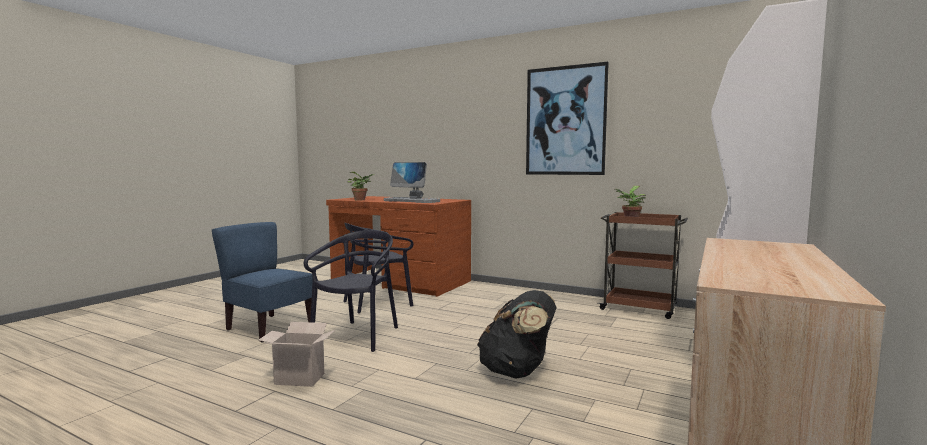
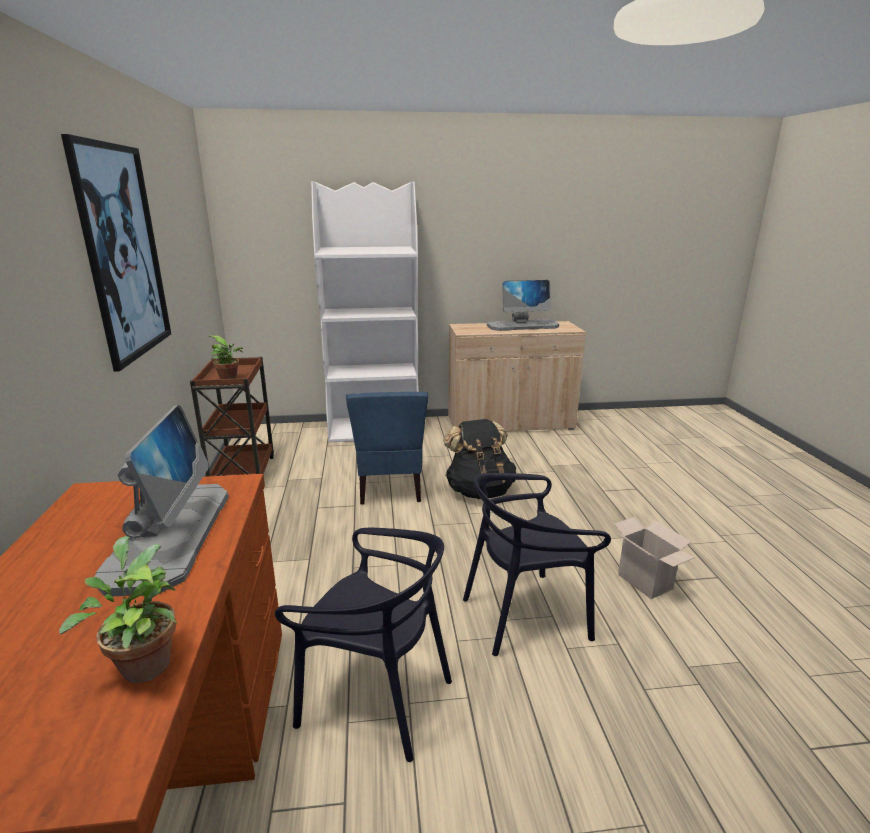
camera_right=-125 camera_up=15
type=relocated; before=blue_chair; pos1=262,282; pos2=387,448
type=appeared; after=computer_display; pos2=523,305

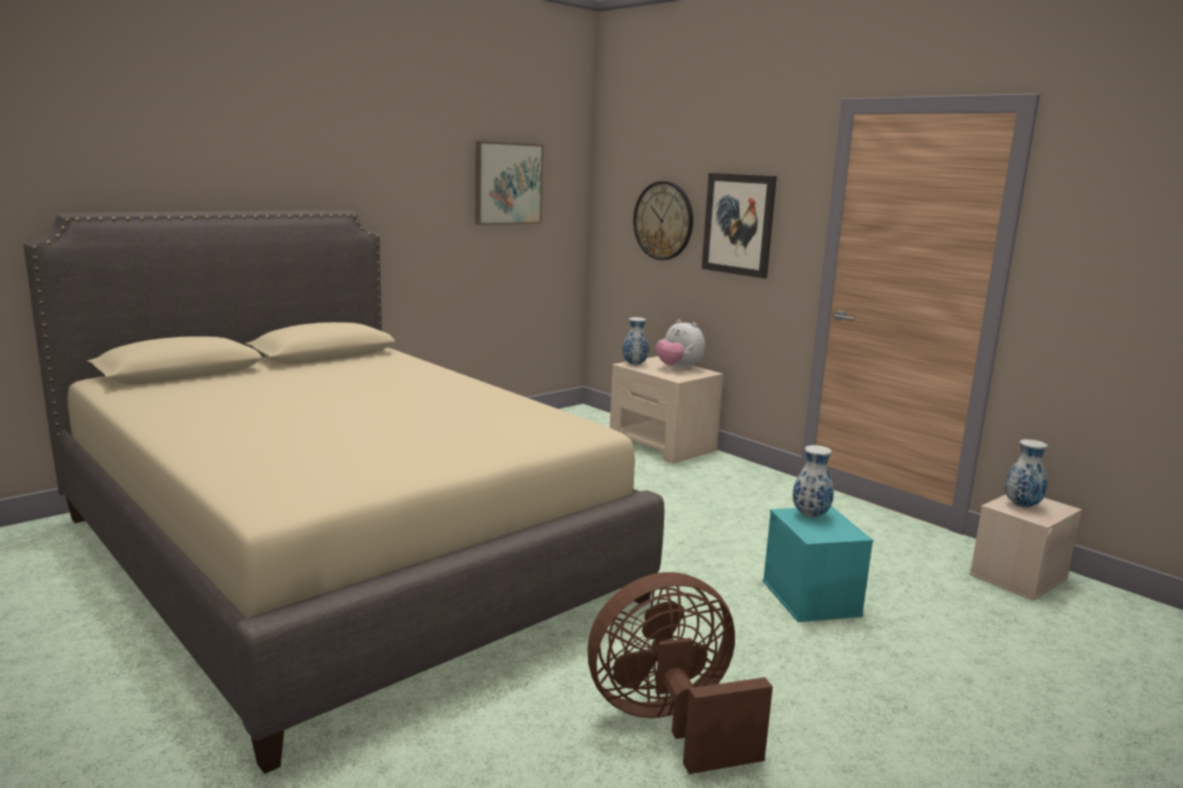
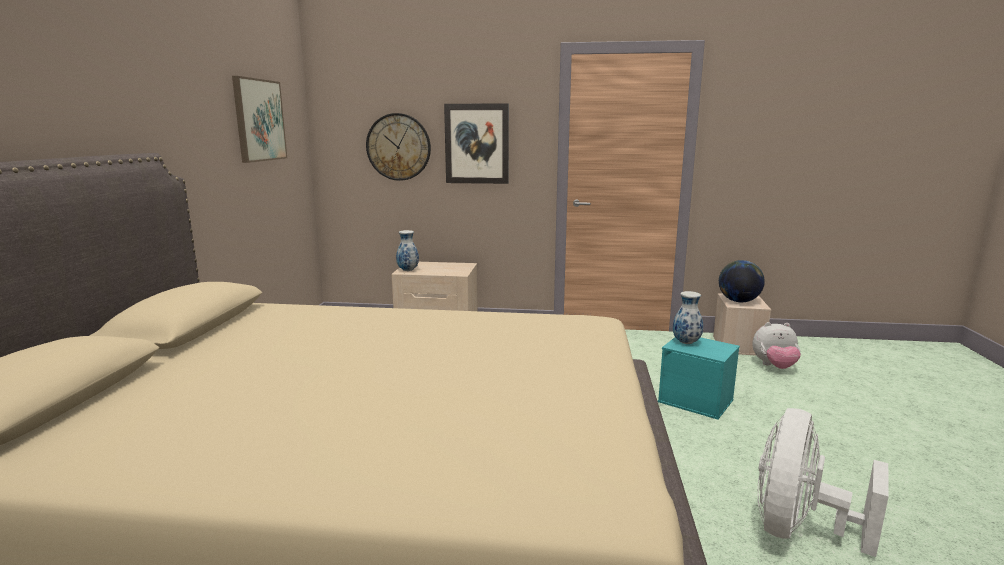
camera_right=-40 camera_up=0
type=colour; before=brown-coloured_cooling_fan; after=white-coloured_cooling_fan; pos1=680,673; pos2=823,482
type=relocated; before=plush_toy; pos1=680,344; pos2=776,345
type=exchanged; before=vase; after=globe; pos1=1026,473; pos2=742,281

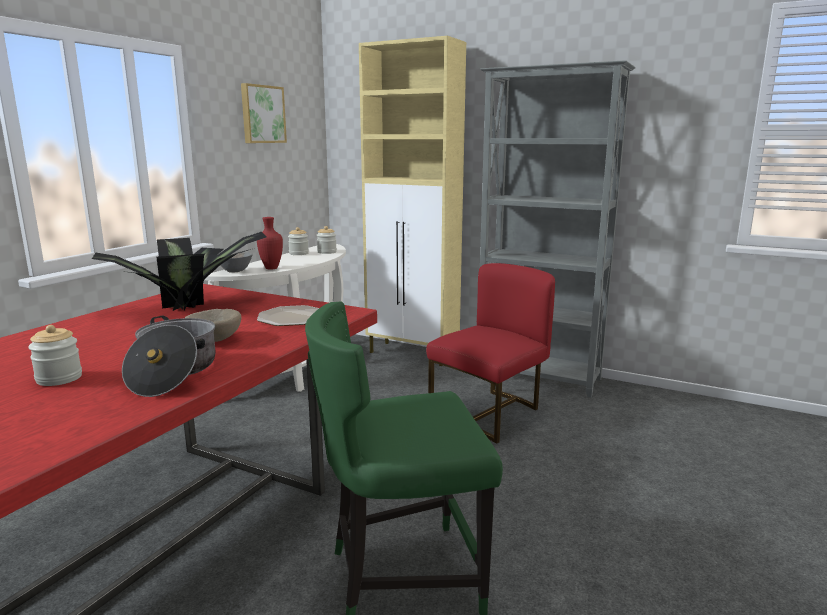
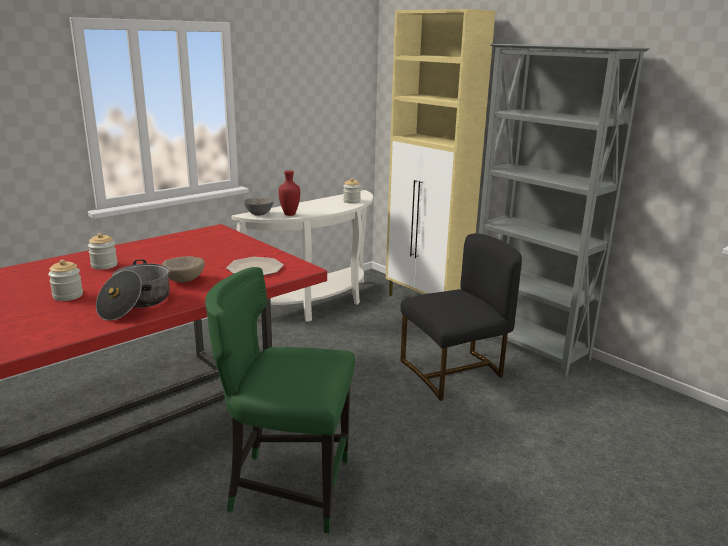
camera_right=20 camera_up=5
type=missing; before=plant_in_a_pot; pos1=179,271
type=missing; before=wall_art; pos1=264,113
type=relocated; before=preserve_jar; pos1=298,241; pos2=103,251
type=colour; before=reddish_chair; after=black-coloured_chair; pos1=490,353; pos2=461,317

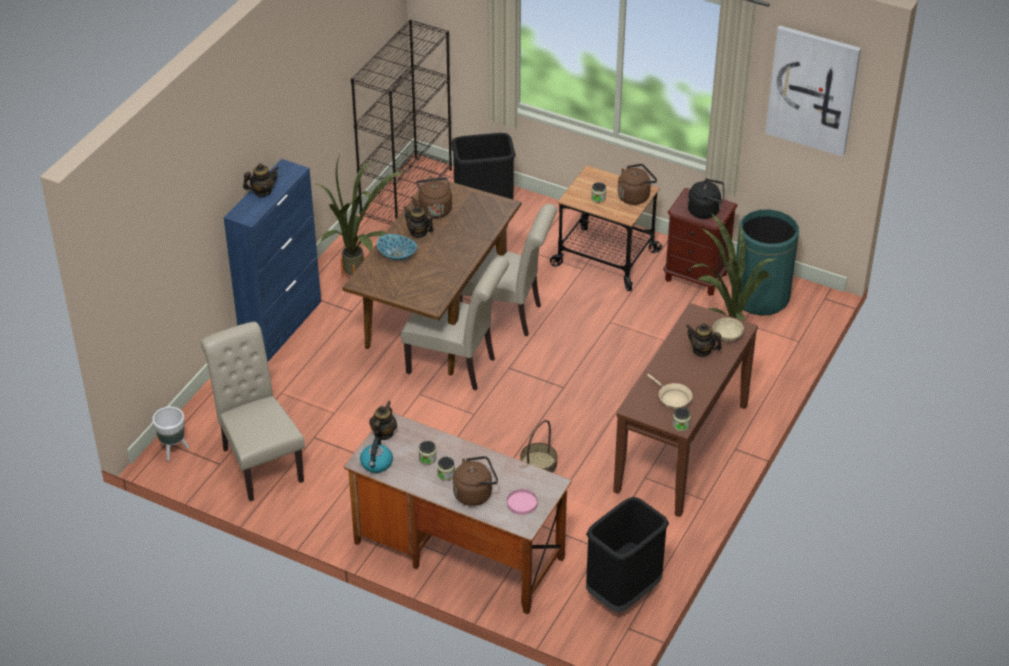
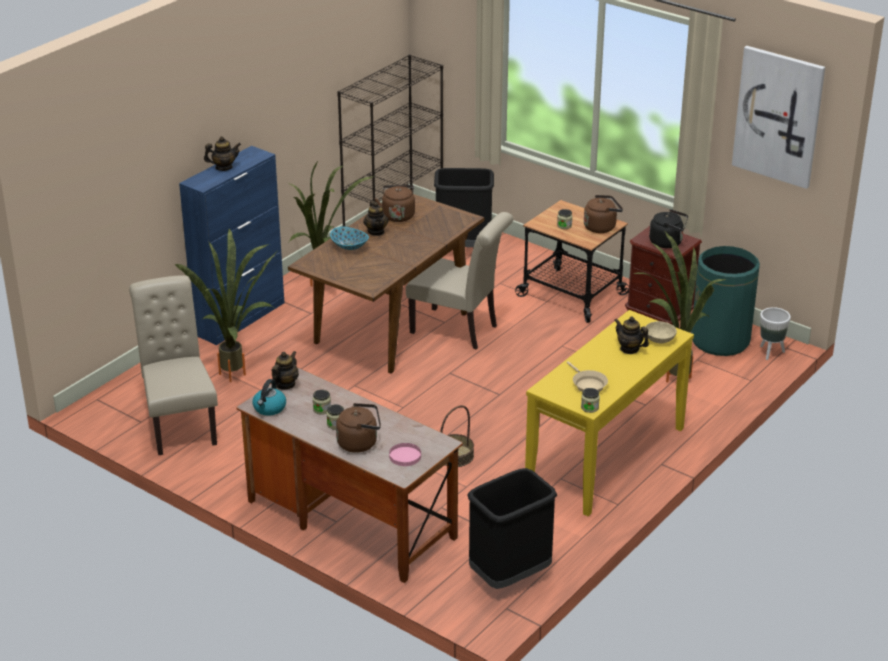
camera_right=10 camera_up=-10
type=relocated; before=white-coloured_planter; pos1=170,434; pos2=775,333
type=missing; before=beige-coloured_chair; pos1=455,324
type=spun; before=pot_for_tea; pos1=419,222; pos2=375,218; turn=-150
type=colour; before=brown-coloured_console_table; after=yellowish_console_table; pos1=685,410; pos2=609,413
type=appeared; after=plant_in_a_pot; pos2=225,305

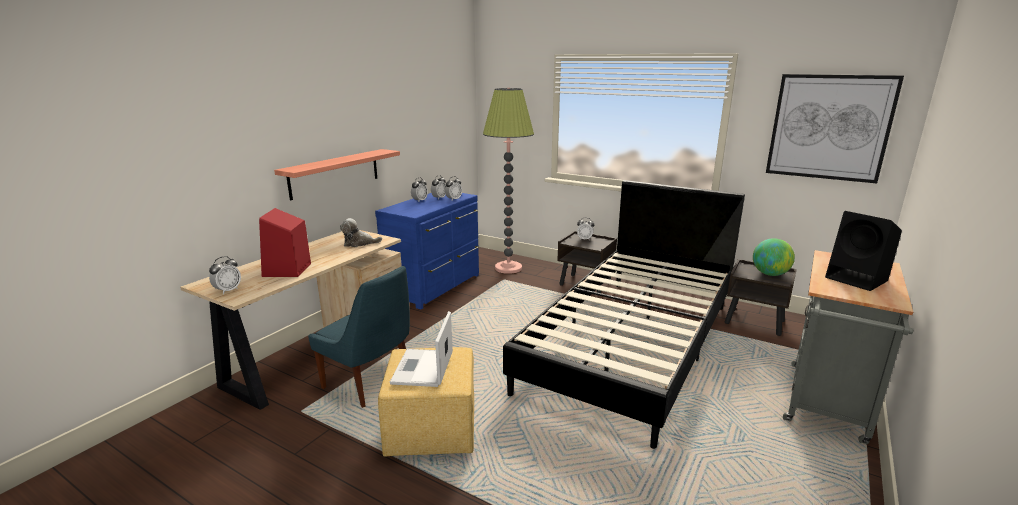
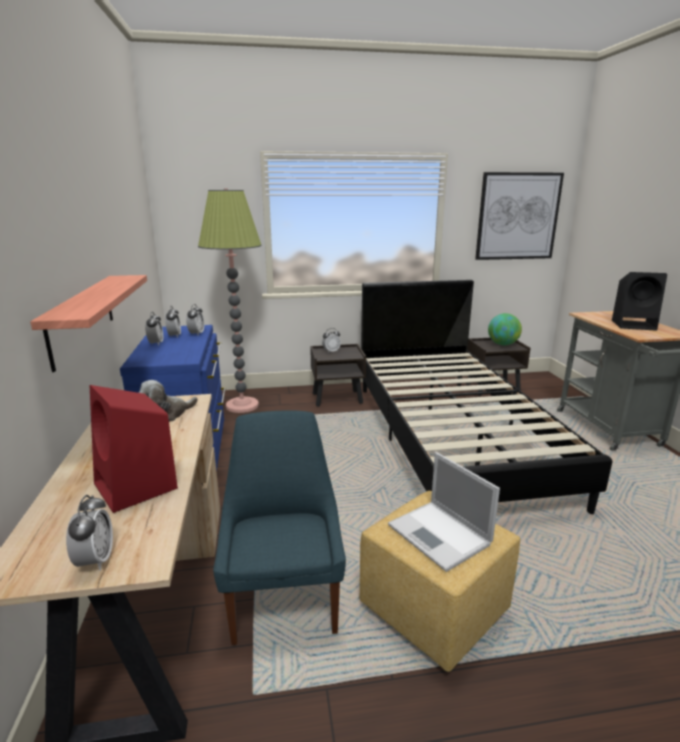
camera_right=-40 camera_up=0
type=spun; before=blue_chair; pos1=359,337; pos2=279,527; turn=-90

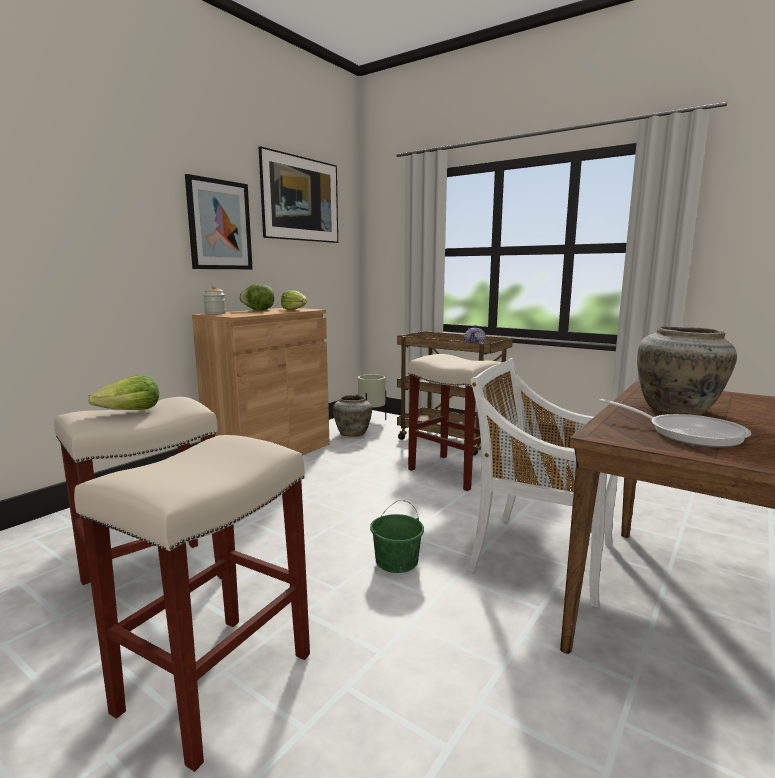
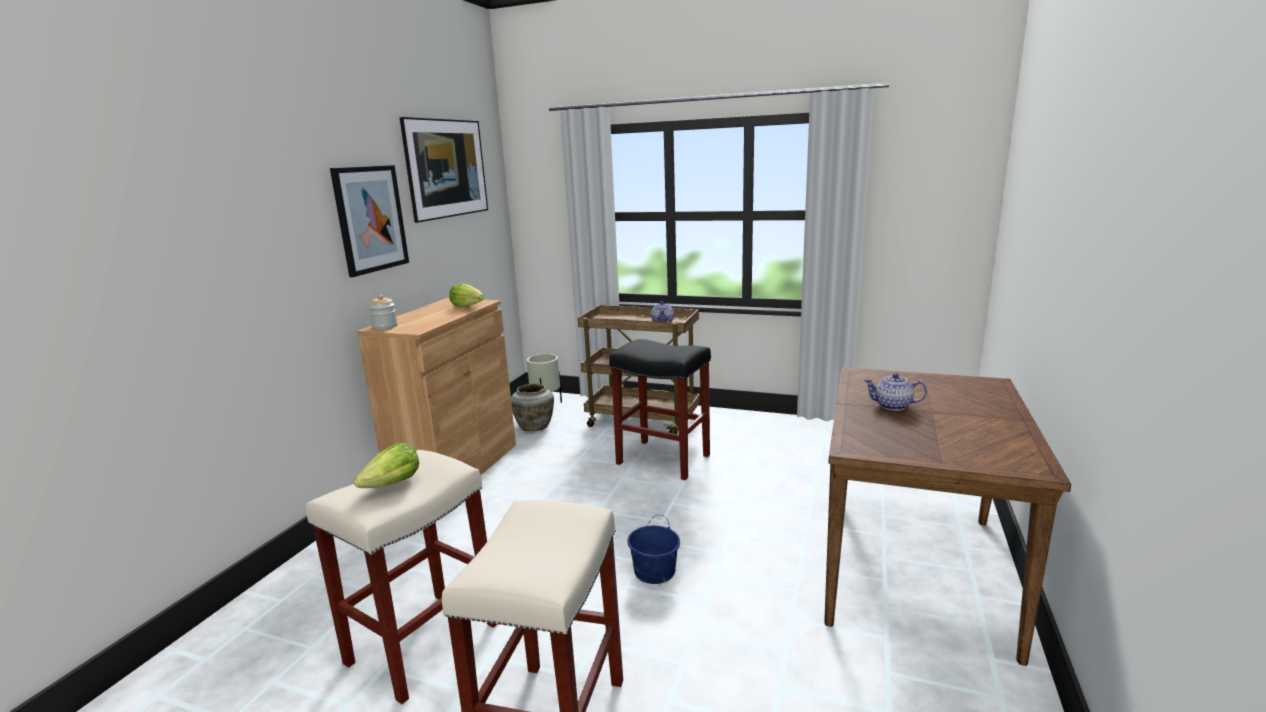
camera_right=-15 camera_up=5
type=missing; before=lettuce; pos1=256,297
type=colour; before=greenish_bucket; after=blue_bucket; pos1=397,536; pos2=653,549
type=colour; before=beige-coloured_sitting_stool; after=black-coloured_sitting_stool; pos1=455,422; pos2=660,409
type=missing; before=white-coloured_chair; pos1=542,483
type=missing; before=frying_pan; pos1=675,423
type=exchanged; before=beige-coloured_vase; after=pot_for_tea; pos1=687,371; pos2=895,392

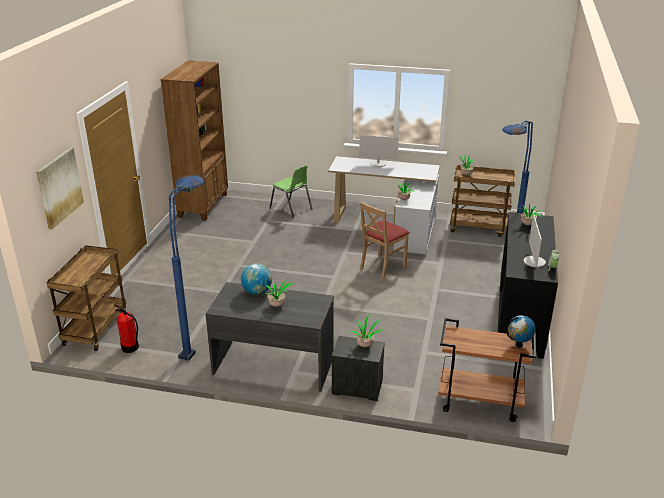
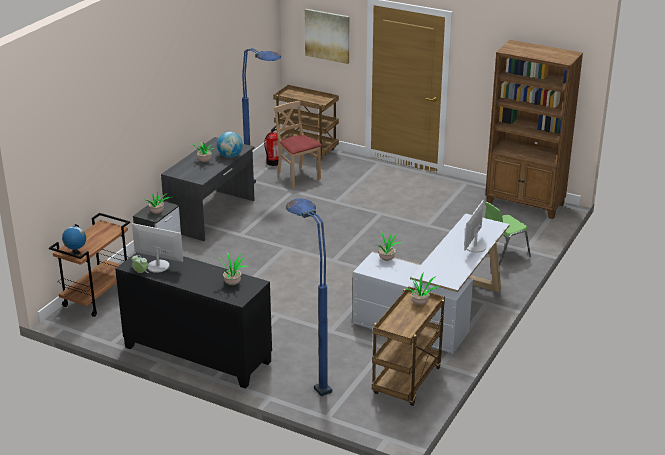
camera_right=105 camera_up=0
type=relocated; before=beige-coloured_chair; pos1=385,241; pos2=298,144

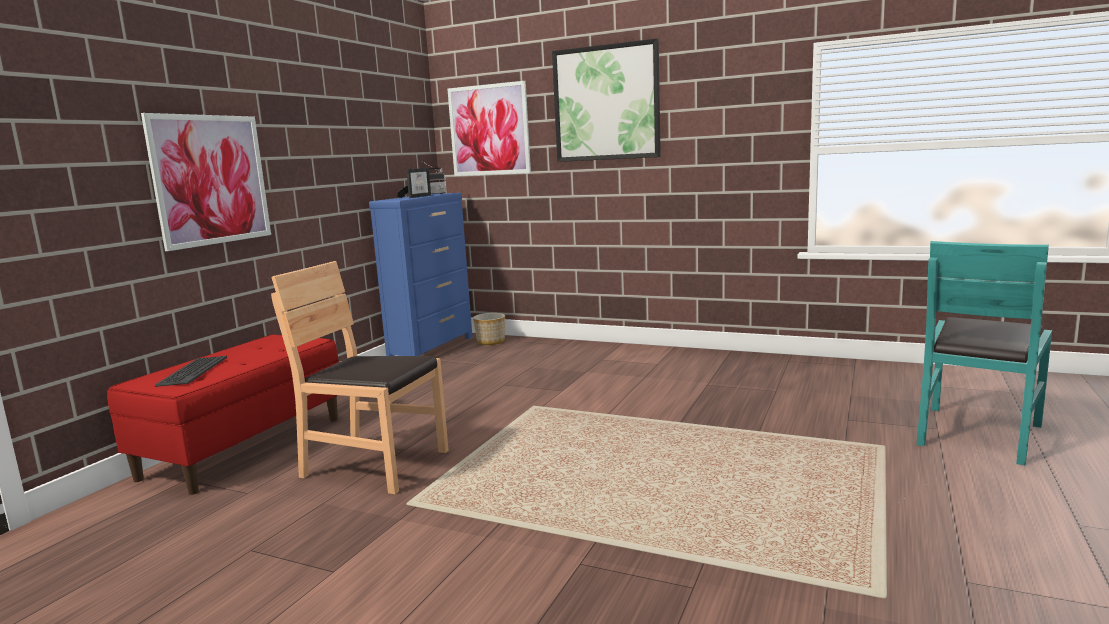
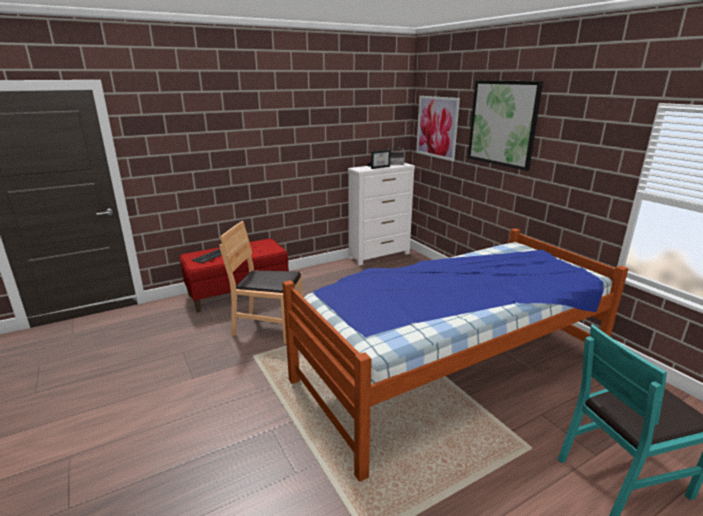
camera_right=35 camera_up=10
type=missing; before=wall_art; pos1=206,182
type=spun; before=brown-coloured_chair; pos1=360,377; pos2=261,282; turn=-45
type=colour; before=blue_dresser; after=white-coloured_dresser; pos1=420,274; pos2=381,214
type=missing; before=planter; pos1=489,329
type=appeared; after=sleeping_bed; pos2=455,355

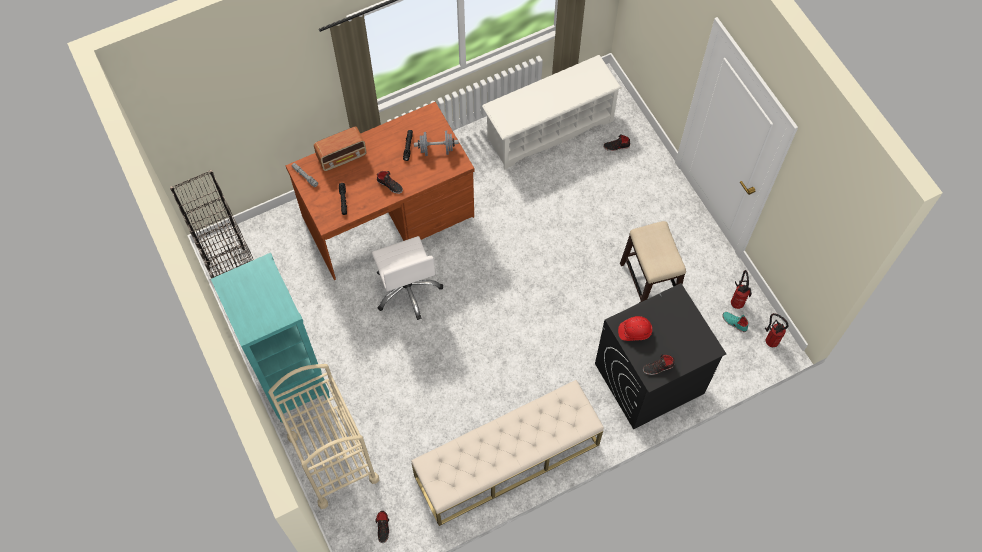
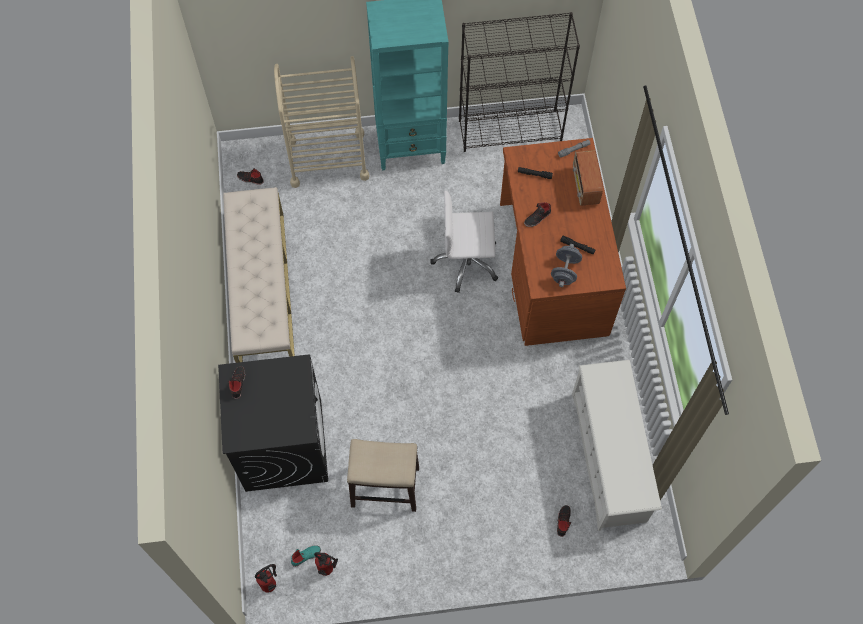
camera_right=110 camera_up=0
type=missing; before=reddish_work_helmet; pos1=635,328

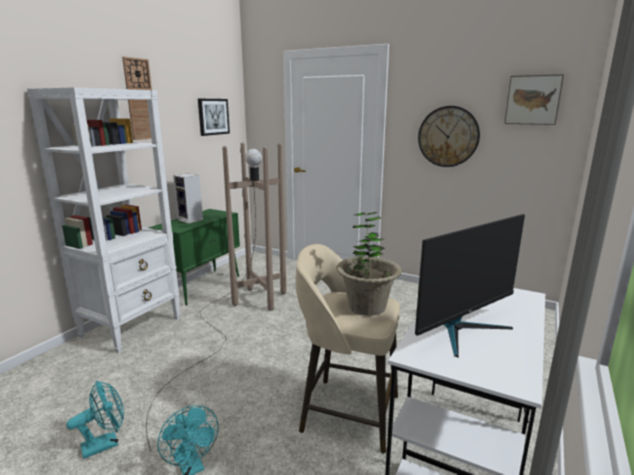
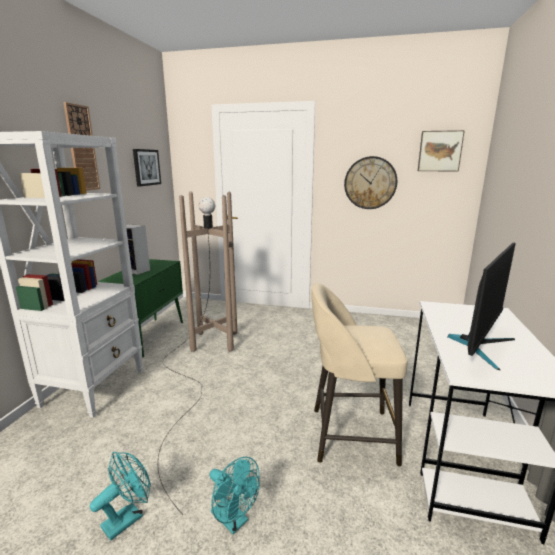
camera_right=-15 camera_up=0
type=missing; before=plant_in_a_pot; pos1=369,264

